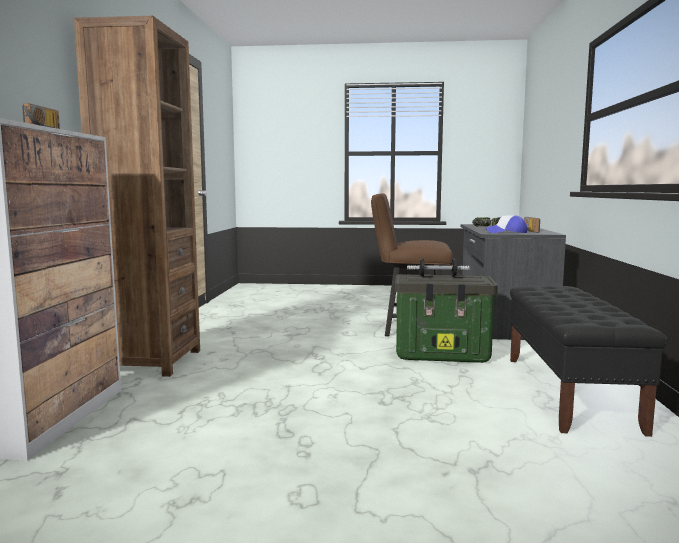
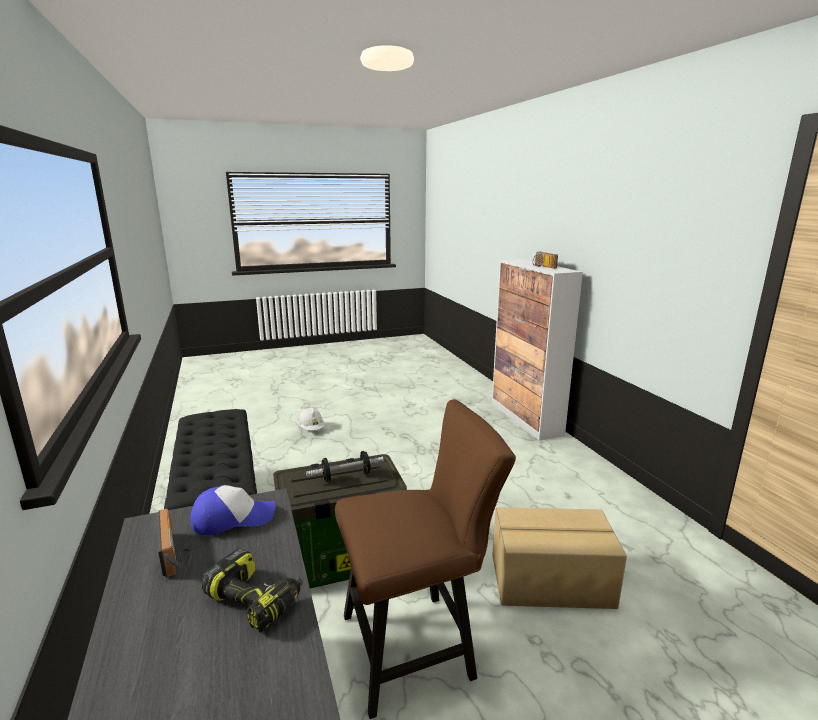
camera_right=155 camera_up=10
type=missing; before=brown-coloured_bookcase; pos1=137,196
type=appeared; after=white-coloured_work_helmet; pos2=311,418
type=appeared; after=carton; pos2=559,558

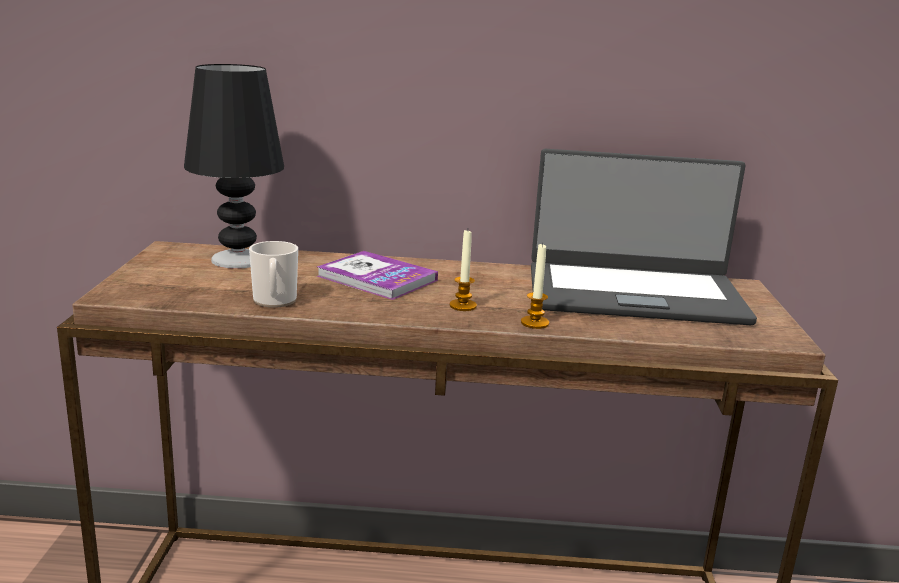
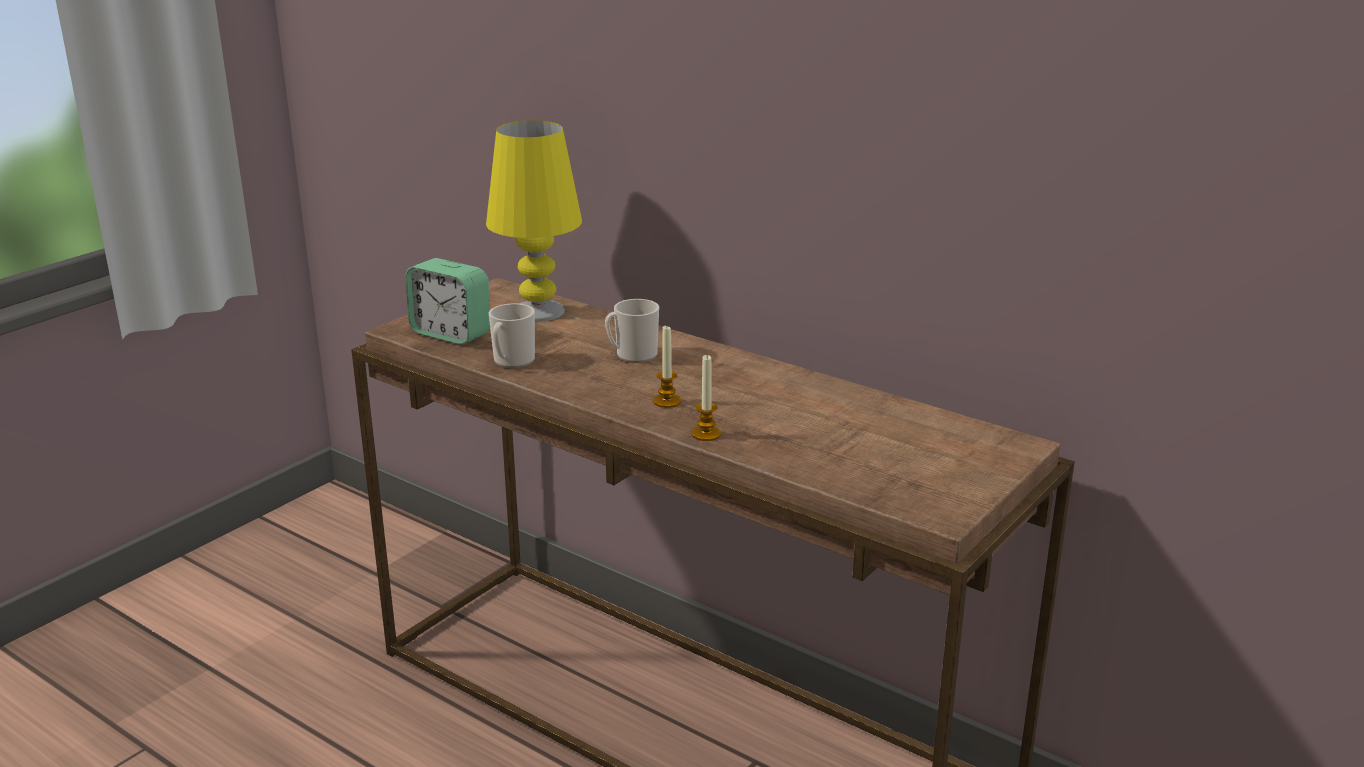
camera_right=35 camera_up=5
type=colour; before=black-coloured_lamp_for_a_table; after=yellowish_lamp_for_a_table; pos1=234,166; pos2=534,221
type=exchanged; before=bound_book; after=coffee_mug; pos1=377,275; pos2=632,331
type=missing; before=notebook_computer; pos1=644,237
type=appeared; after=alarm_clock; pos2=448,301

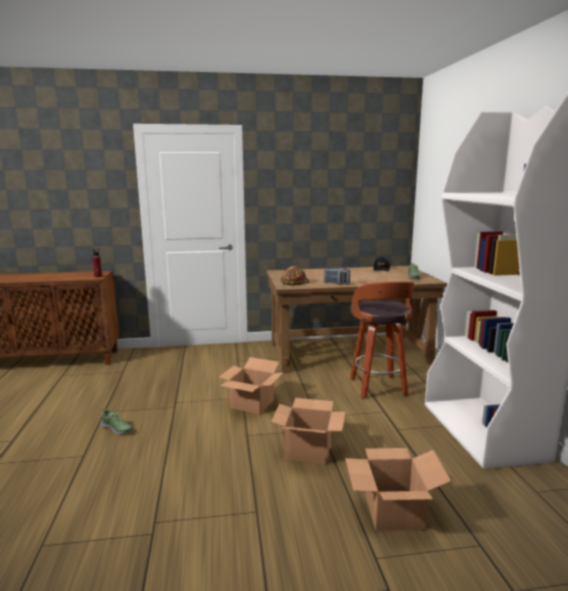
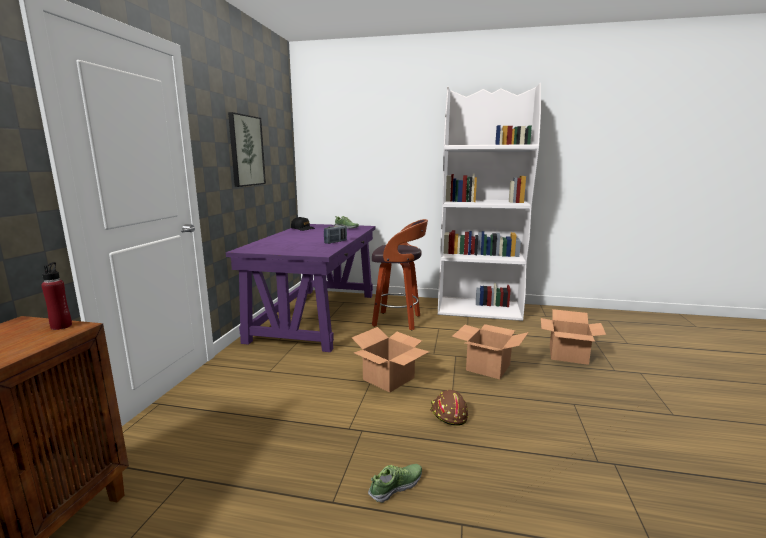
camera_right=-70 camera_up=0
type=colour; before=brown-coloured_desk; after=purple-coloured_desk; pos1=356,319; pos2=300,288
type=relocated; before=brown-coloured_work_helmet; pos1=295,276; pos2=449,408
type=appeared; after=wall_art; pos2=247,149

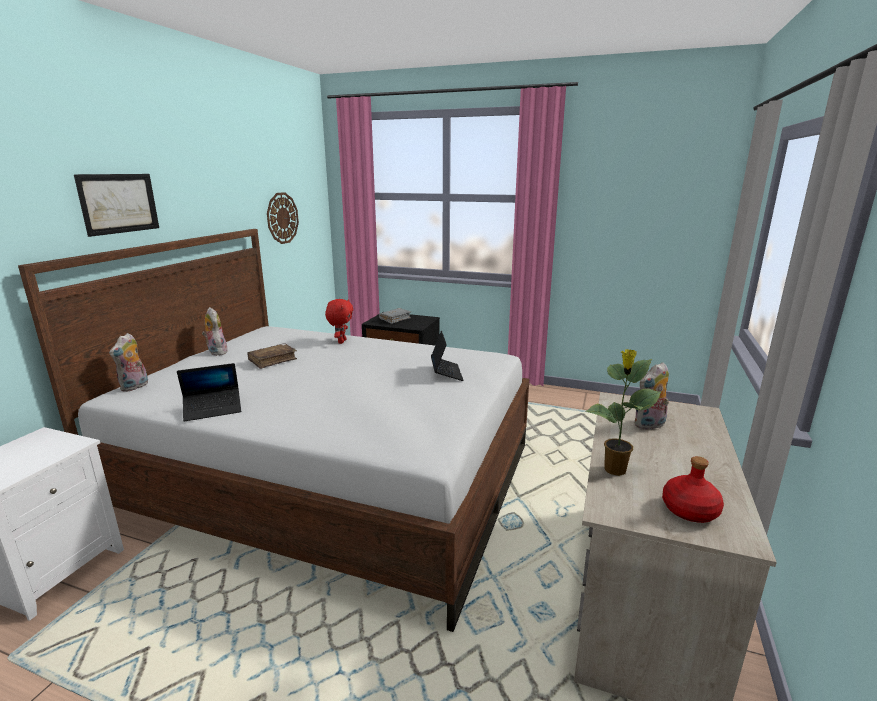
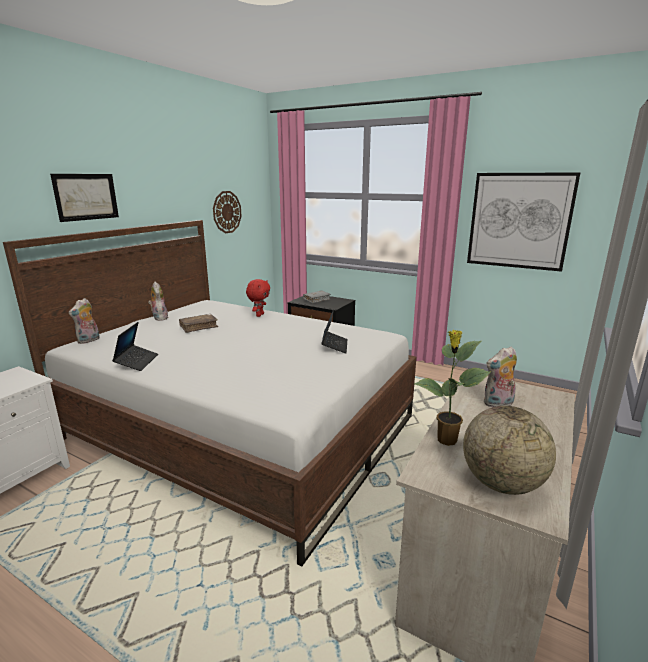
camera_right=10 camera_up=0
type=spun; before=notebook_computer; pos1=209,392; pos2=135,346; turn=-75
type=exchanged; before=reddish_beverage_bottle; after=globe; pos1=693,489; pos2=509,450
type=appeared; after=wall_art; pos2=524,222

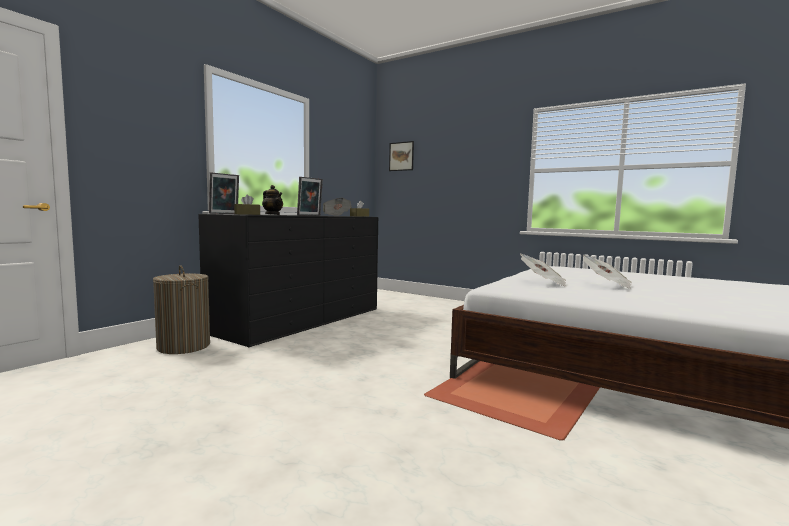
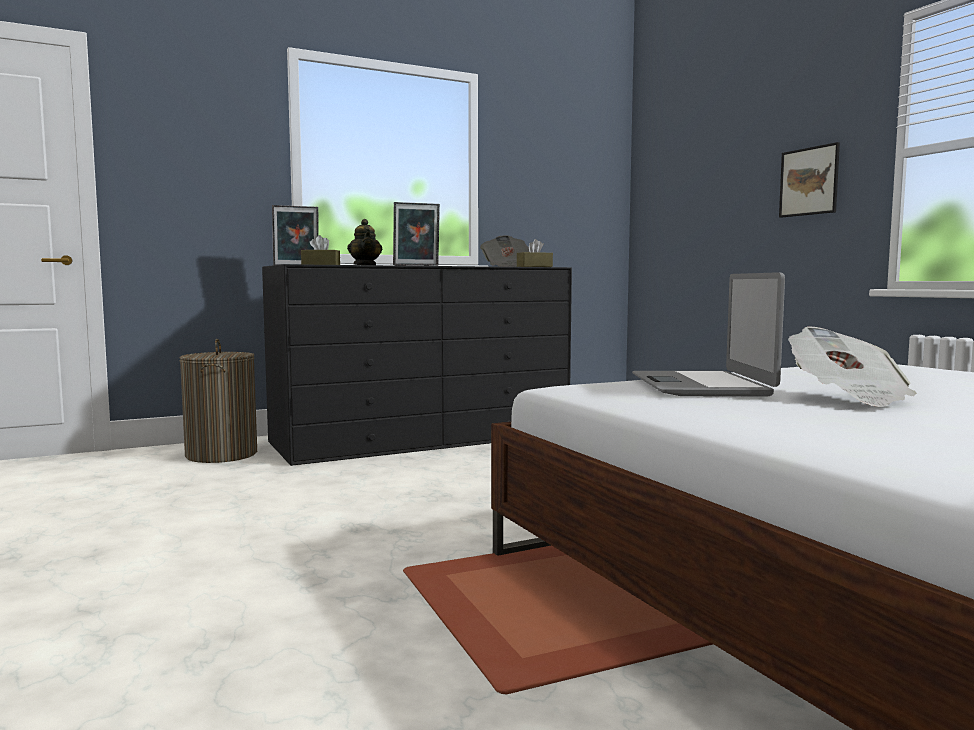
camera_right=30 camera_up=0
type=relocated; before=wall_art; pos1=401,156; pos2=809,180
type=exchanged; before=printed_paper; after=notebook_computer; pos1=543,270; pos2=708,334

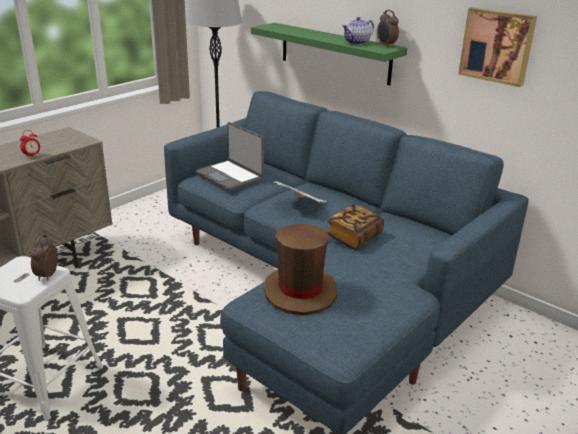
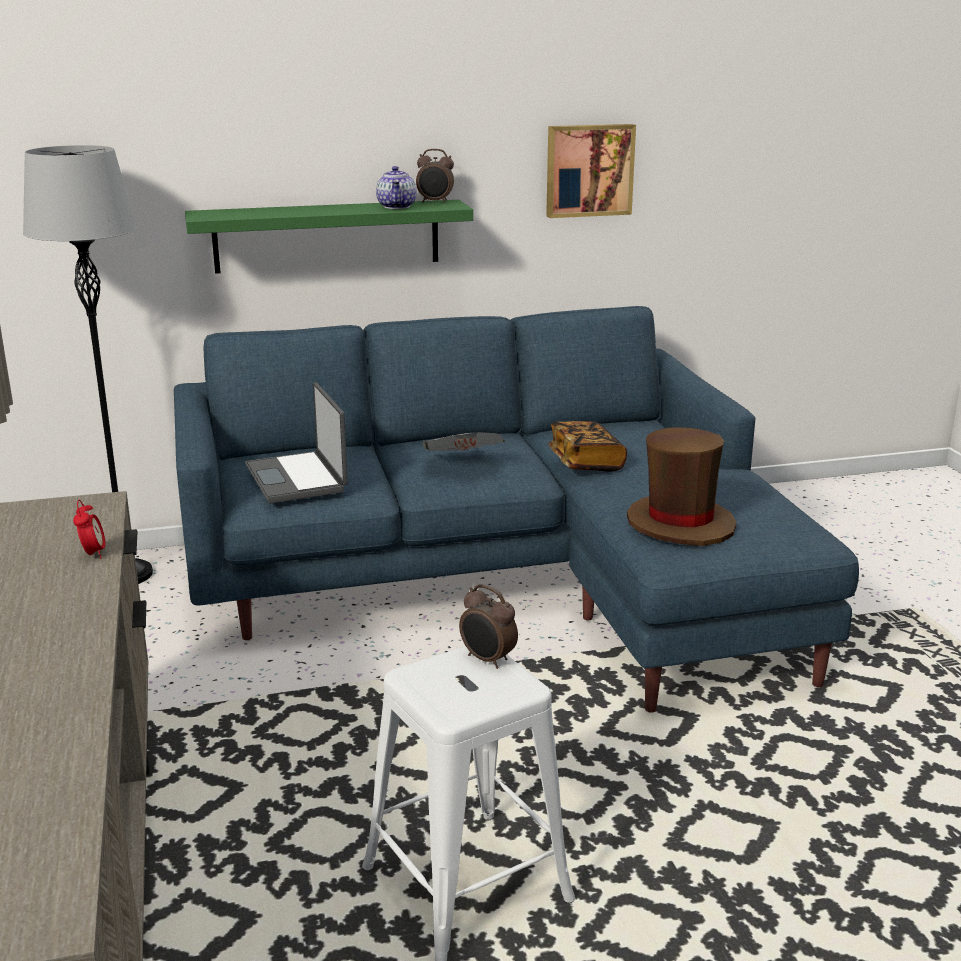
camera_right=-55 camera_up=-5
type=spun; before=notebook_computer; pos1=229,156; pos2=296,442; turn=75

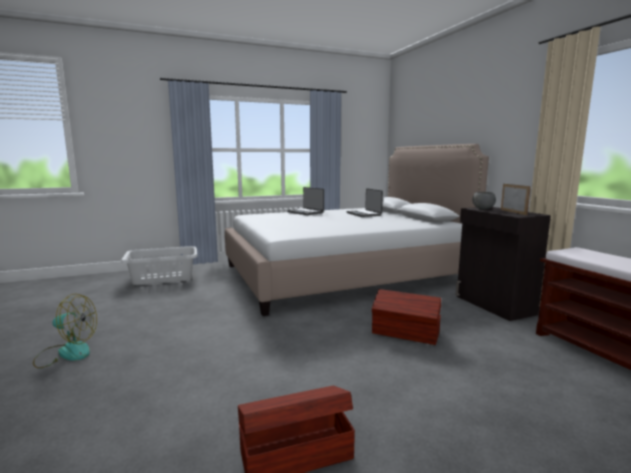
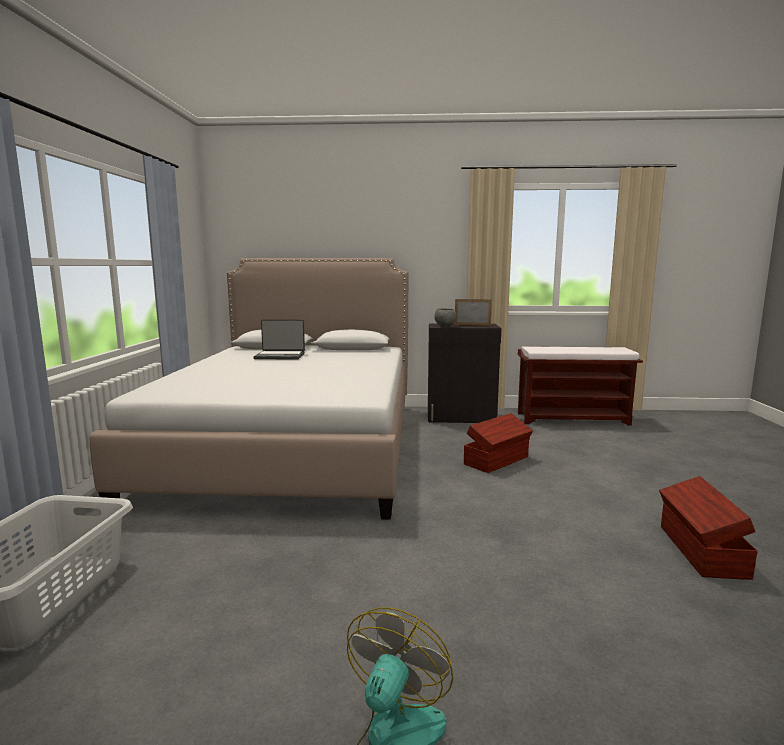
camera_right=-65 camera_up=0
type=missing; before=notebook_computer; pos1=305,201

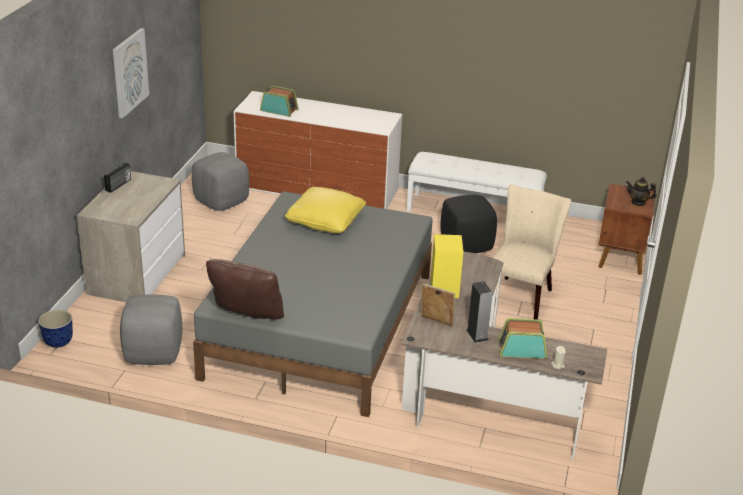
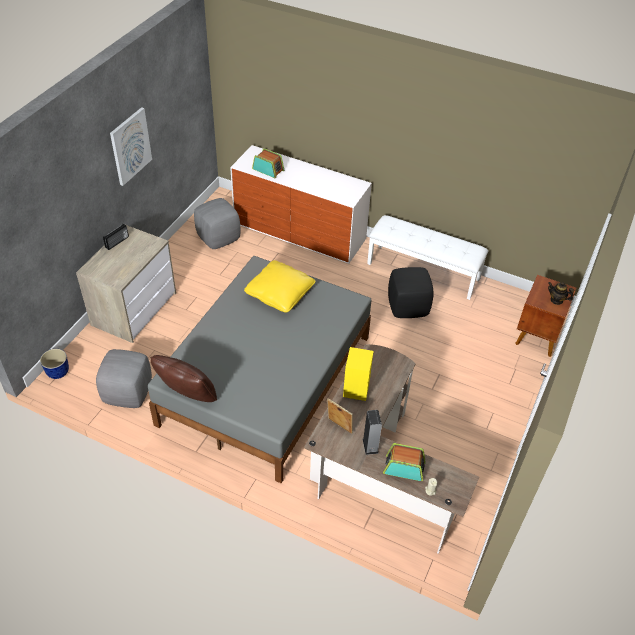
camera_right=10 camera_up=15
type=missing; before=beige-coloured_chair; pos1=531,252

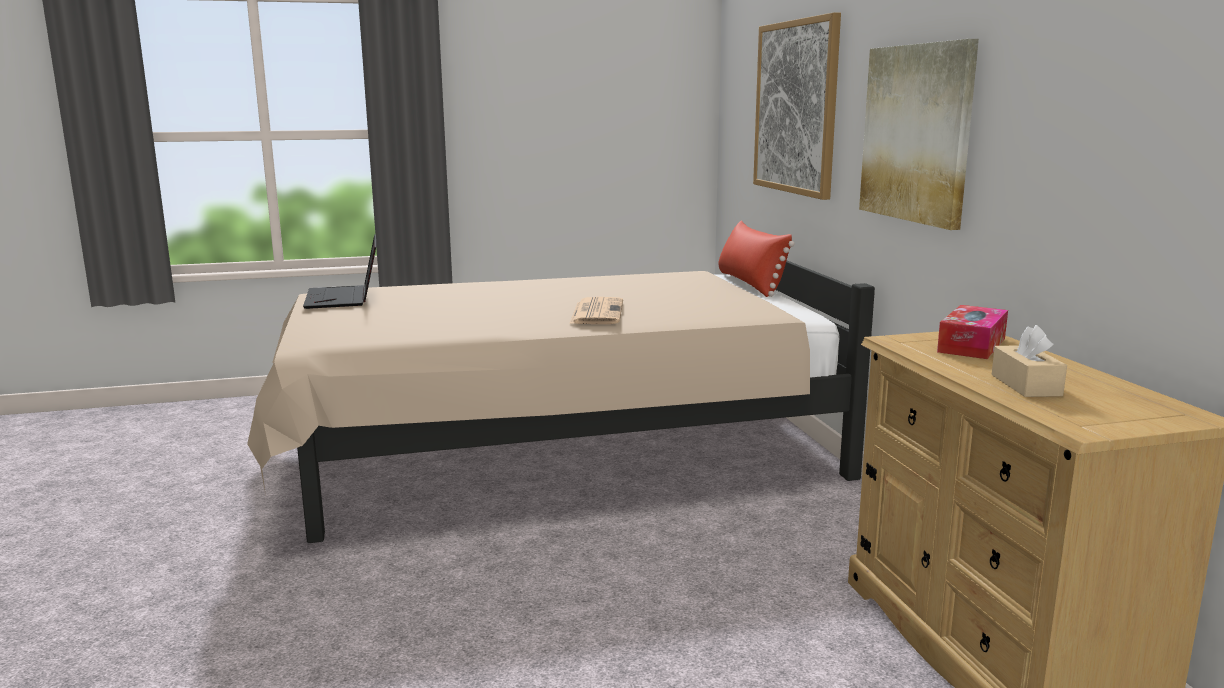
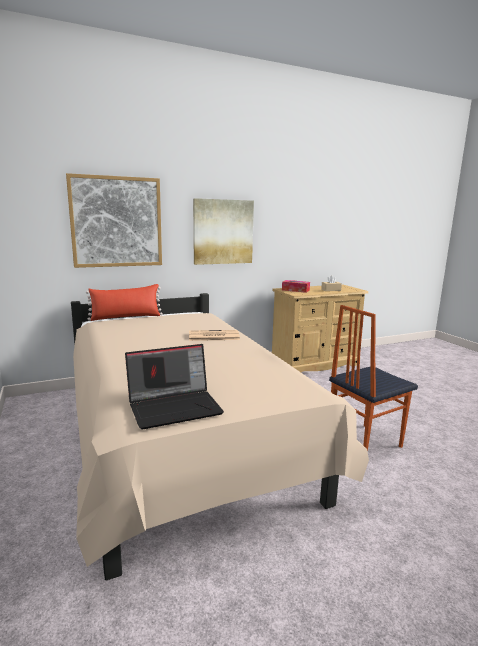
camera_right=-100 camera_up=0
type=appeared; after=chair; pos2=373,378

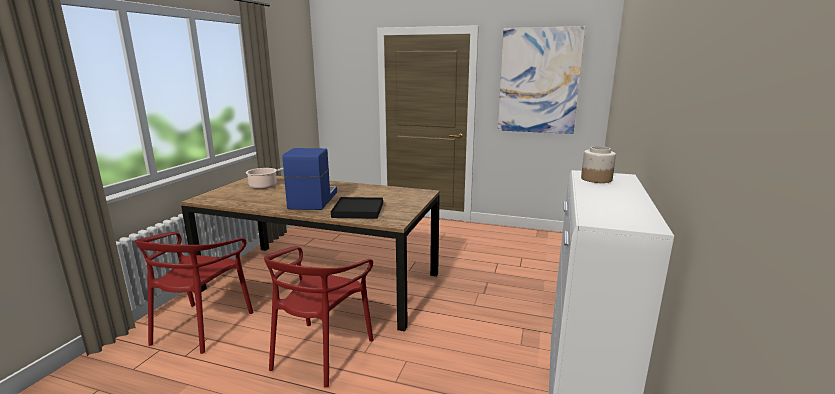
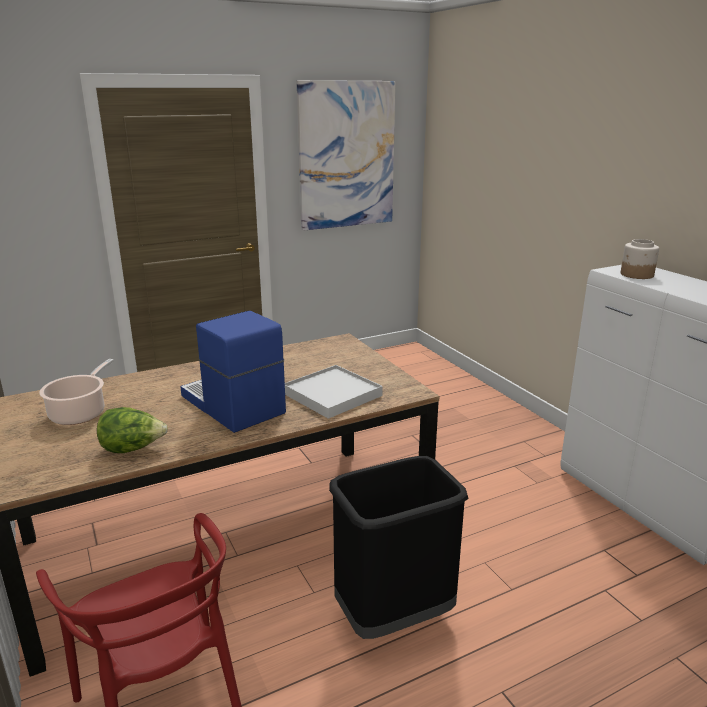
camera_right=-45 camera_up=5
type=exchanged; before=reddish_chair; after=black-coloured_trash_can; pos1=319,317; pos2=399,547
type=colour; before=black-coloured_serving_tray; after=white-coloured_serving_tray; pos1=357,208; pos2=334,392
type=appeared; after=lettuce; pos2=132,430

